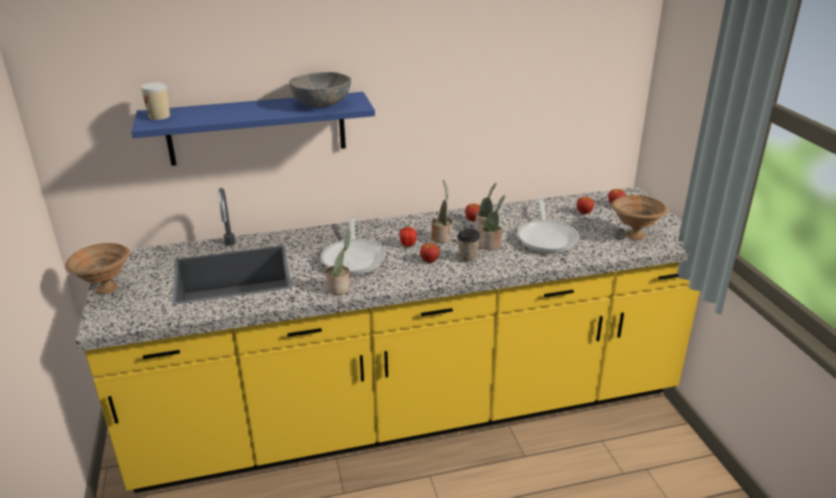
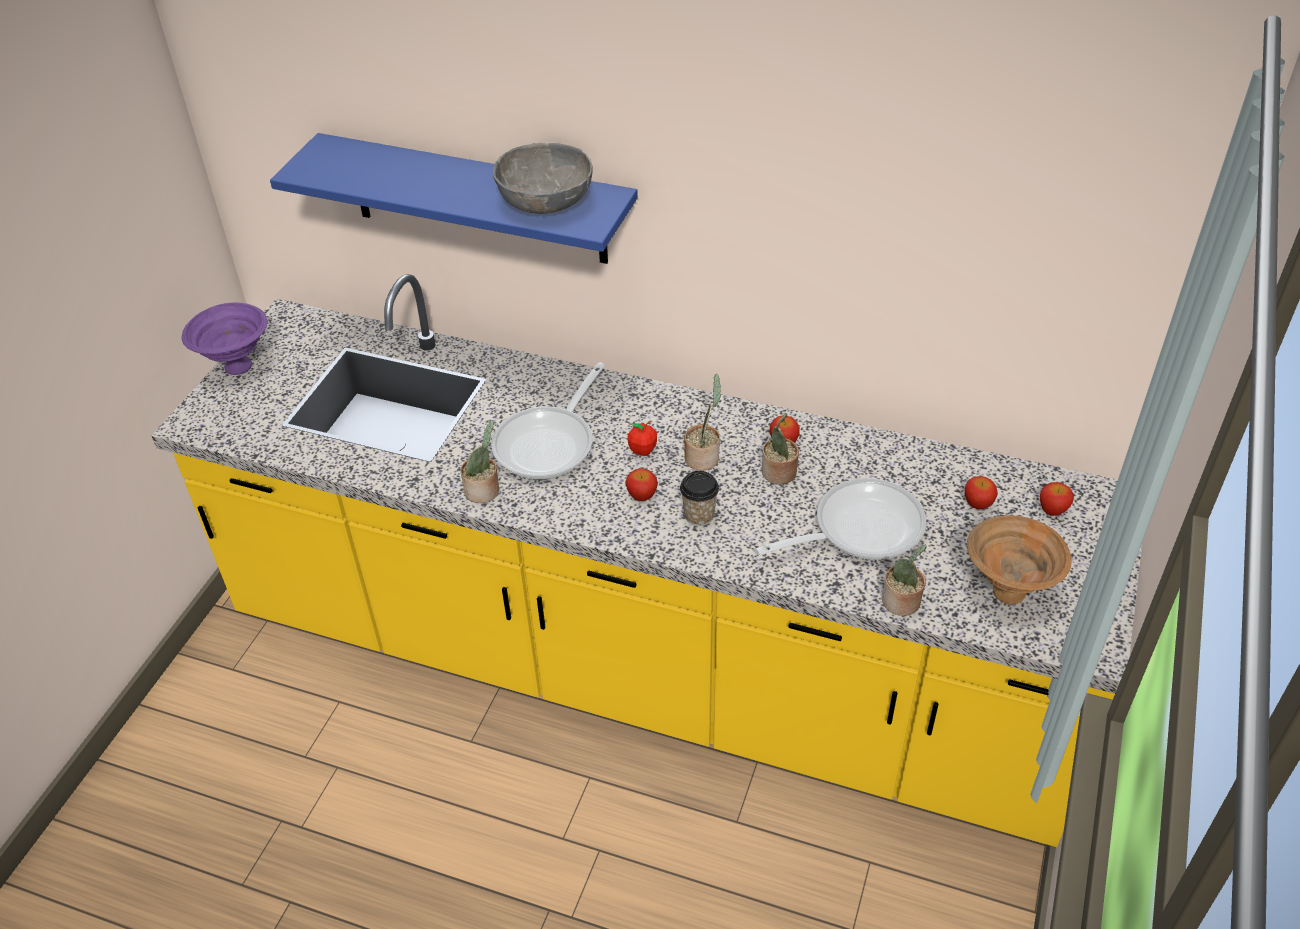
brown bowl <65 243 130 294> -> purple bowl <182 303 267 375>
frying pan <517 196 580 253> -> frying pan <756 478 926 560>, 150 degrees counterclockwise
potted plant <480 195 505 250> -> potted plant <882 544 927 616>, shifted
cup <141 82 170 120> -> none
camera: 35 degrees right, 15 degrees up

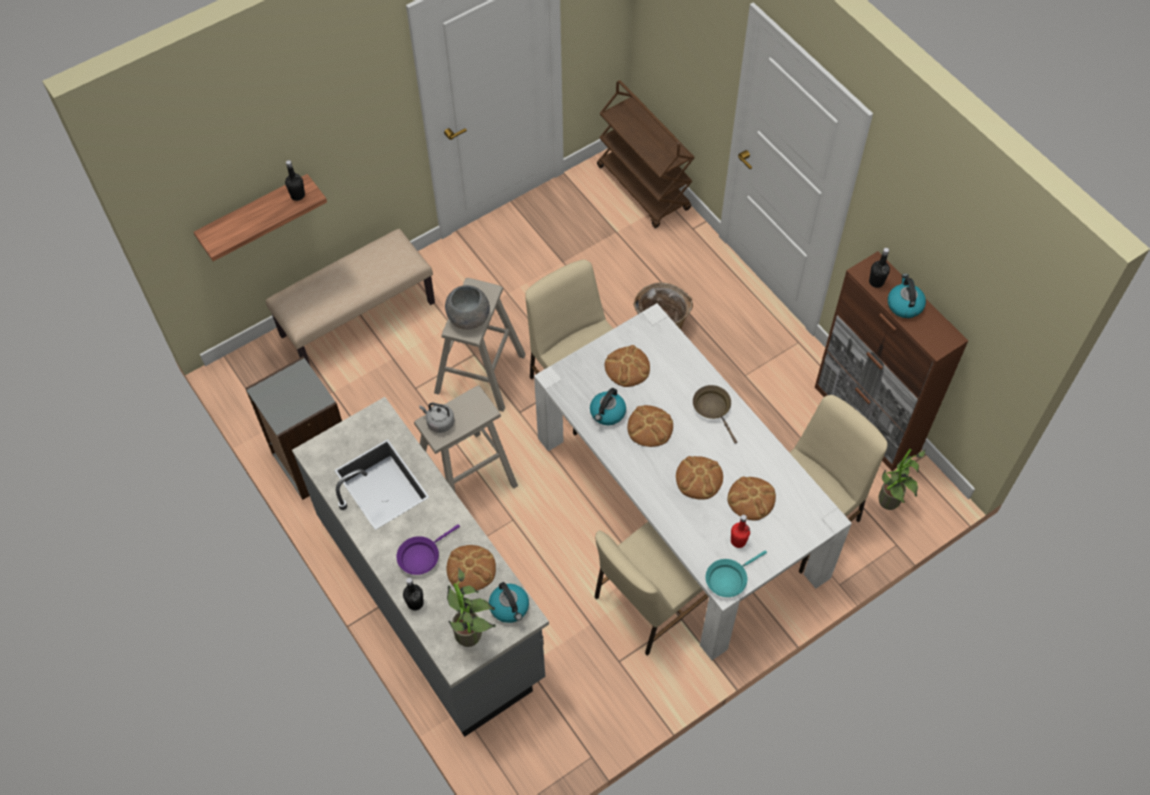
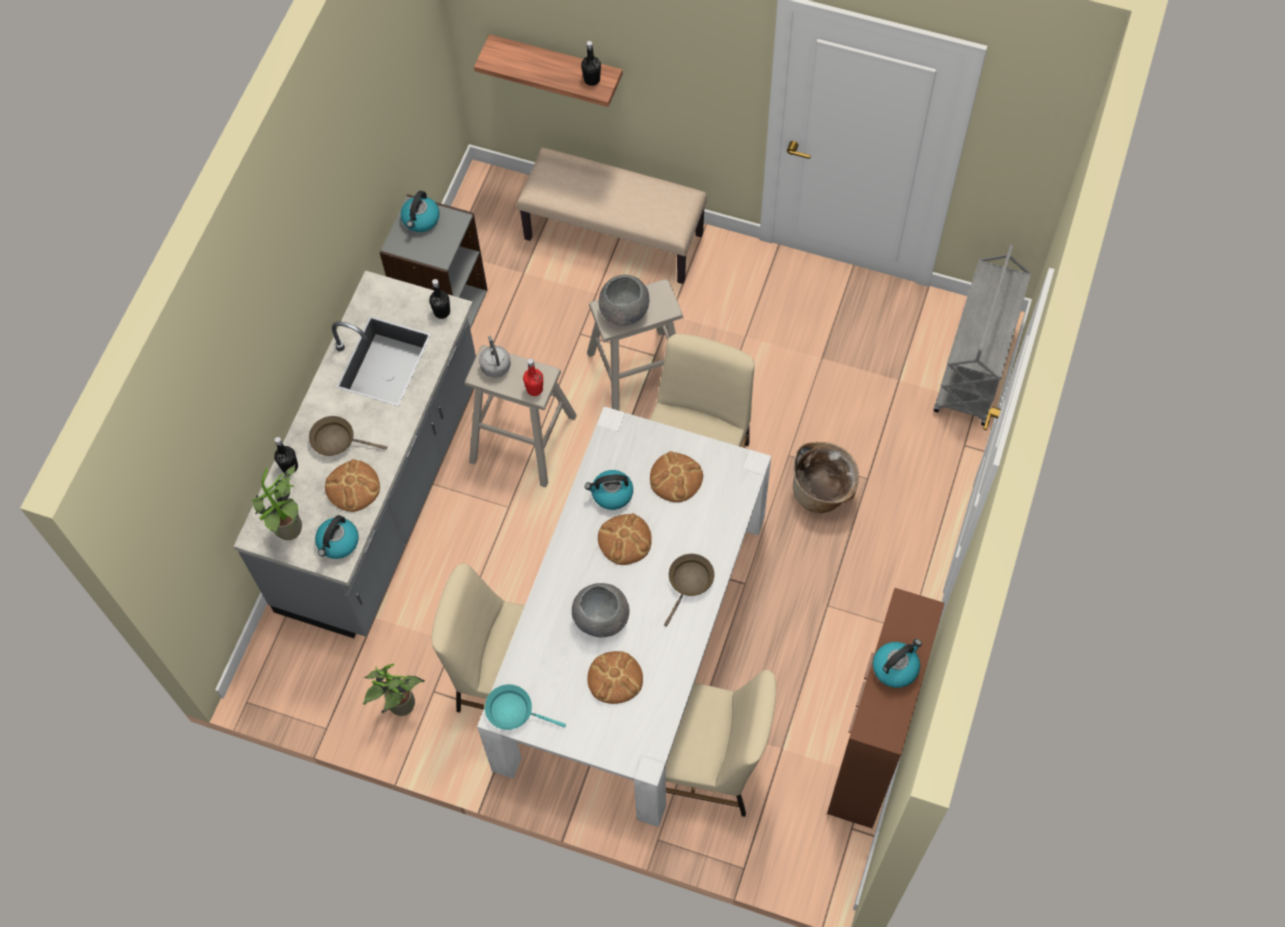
purple frying pan <396 524 460 575> -> brown frying pan <309 416 387 456>
potted plant <878 449 926 510> -> potted plant <363 664 425 716>, shifted
none -> kettle <401 191 440 232>
black bottle <869 248 890 288> -> black bottle <429 279 450 319>, shifted
red bottle <731 515 750 548> -> red bottle <523 358 543 396>, shifted
bread <676 456 723 500> -> grey bowl <572 583 629 637>
brown cart <597 80 695 228> -> grey cart <934 244 1031 426>
camera: 55 degrees right, 5 degrees up

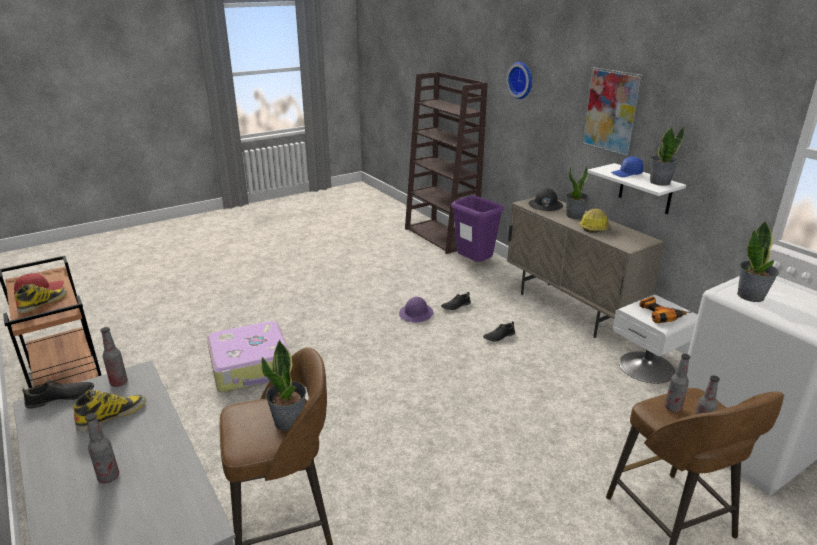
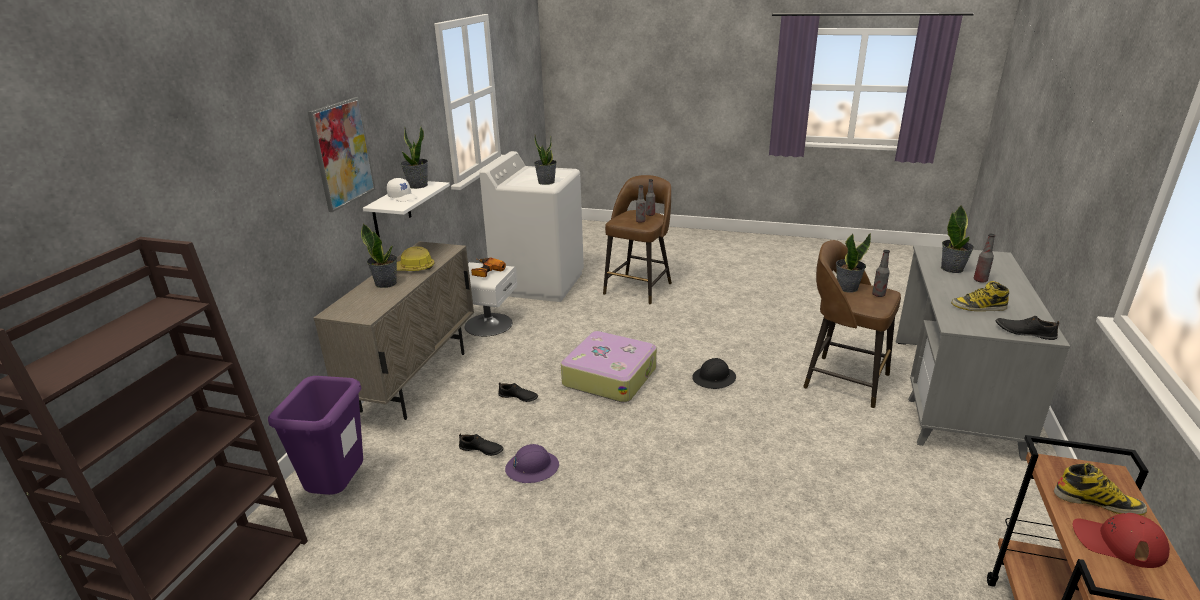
blue cap <611 157 643 177> -> white cap <387 178 418 202>
suitcase <207 321 291 392> -> suitcase <561 331 657 402>, shifted
black hard hat <528 188 563 211> -> black hard hat <692 358 736 389>, shifted
bottle <100 327 128 387> -> bottle <872 250 890 297>, shifted
none -> potted plant <941 205 974 273>
boot <15 284 67 313> -> boot <1054 463 1147 515>, 150 degrees counterclockwise
wall clock <506 62 532 99> -> none
camera: 130 degrees left, 0 degrees up

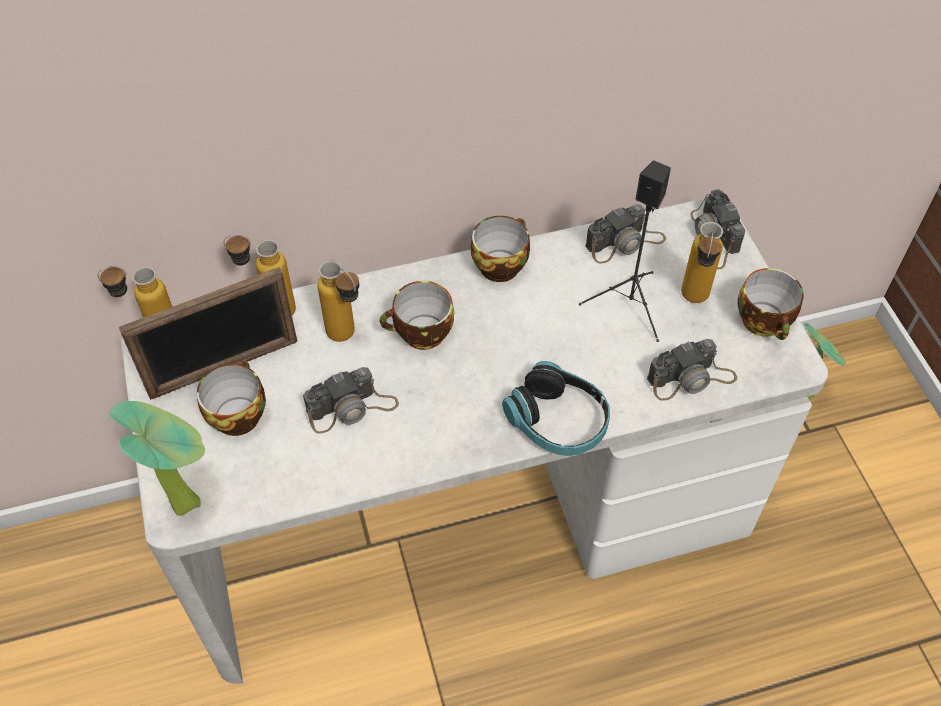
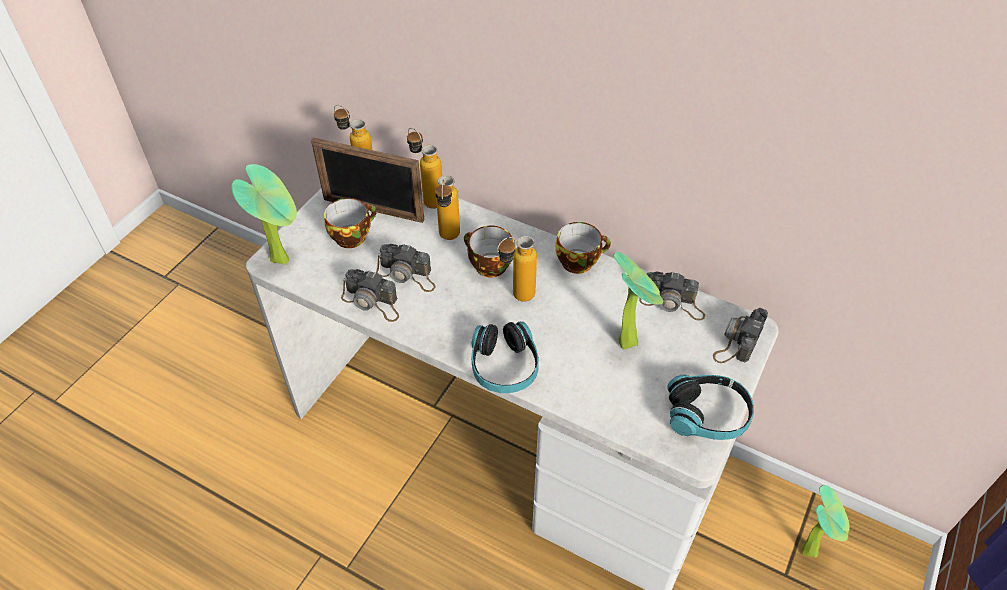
photo camera <647 339 737 401> -> photo camera <341 269 399 322>, shifted
bottle <681 222 723 303> -> bottle <497 236 537 302>, shifted
black speaker <579 160 671 342> -> potted plant <613 252 663 349>
cup <738 268 804 340> -> headphones <667 375 754 440>
camera: 45 degrees right, 5 degrees down

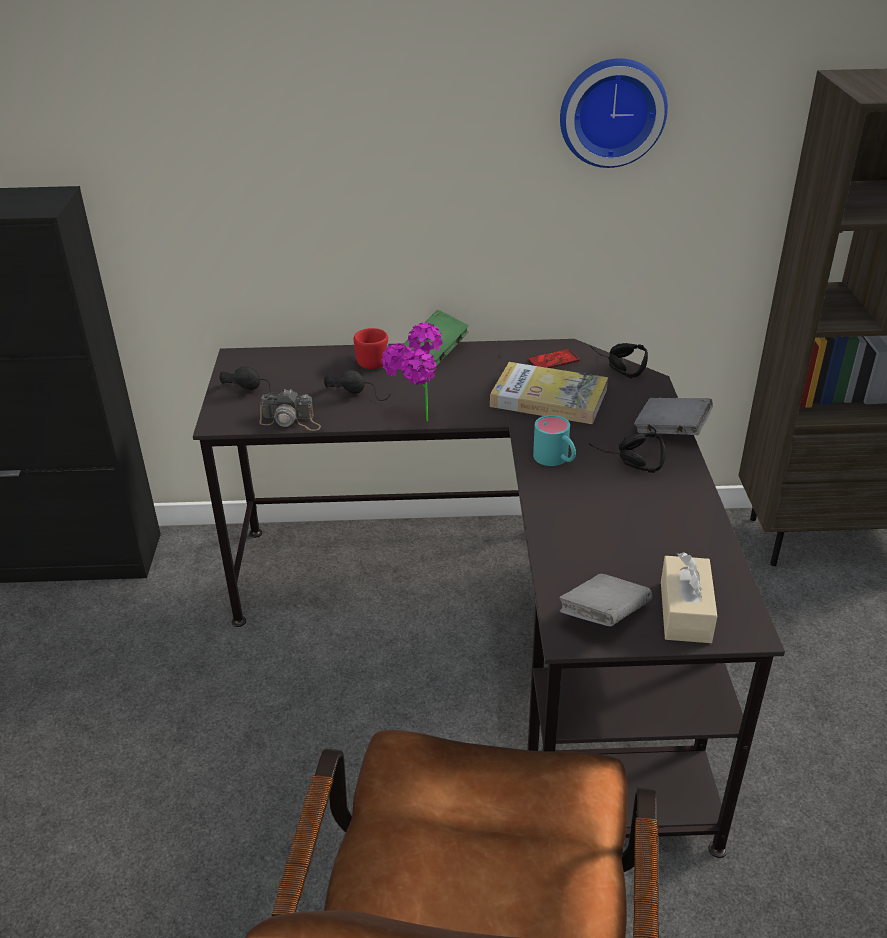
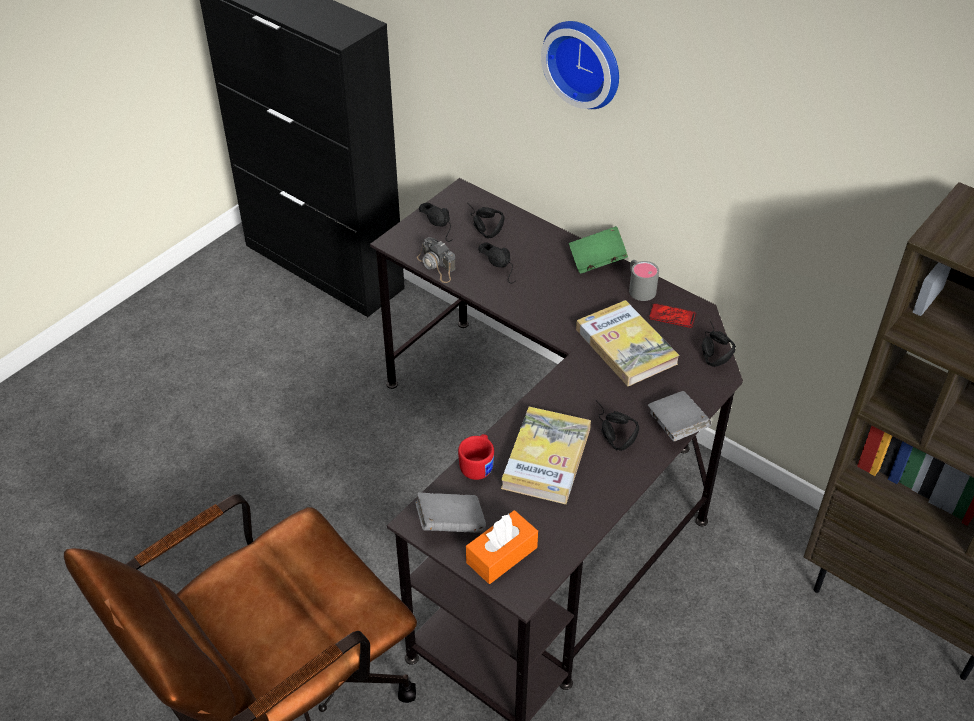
red mug <354 328 388 369> -> red mug <458 434 494 480>, shifted
beige tissue box <661 552 717 643> -> orange tissue box <466 510 538 584>
none -> black headphones <467 203 505 239>
none -> book <501 407 591 504>
wall clock <560 58 668 168> -> wall clock <541 21 619 109>, shifted
none -> grey mug <629 260 659 301>
potted plant <381 322 442 421> -> none
turquoise mug <533 415 576 466> -> none
camera: 40 degrees right, 10 degrees up

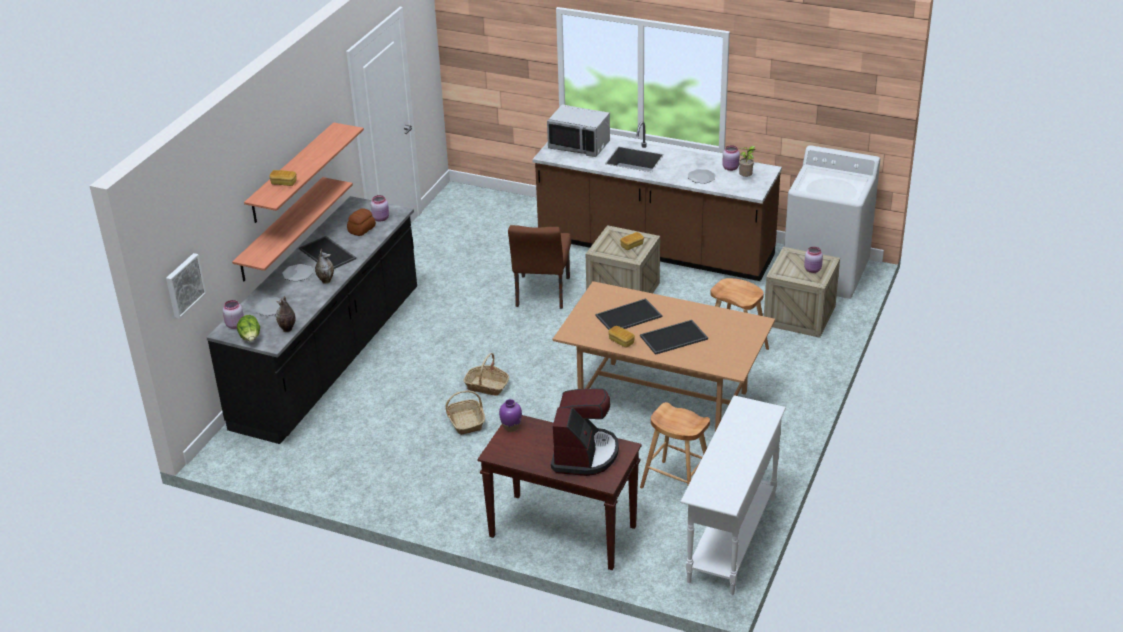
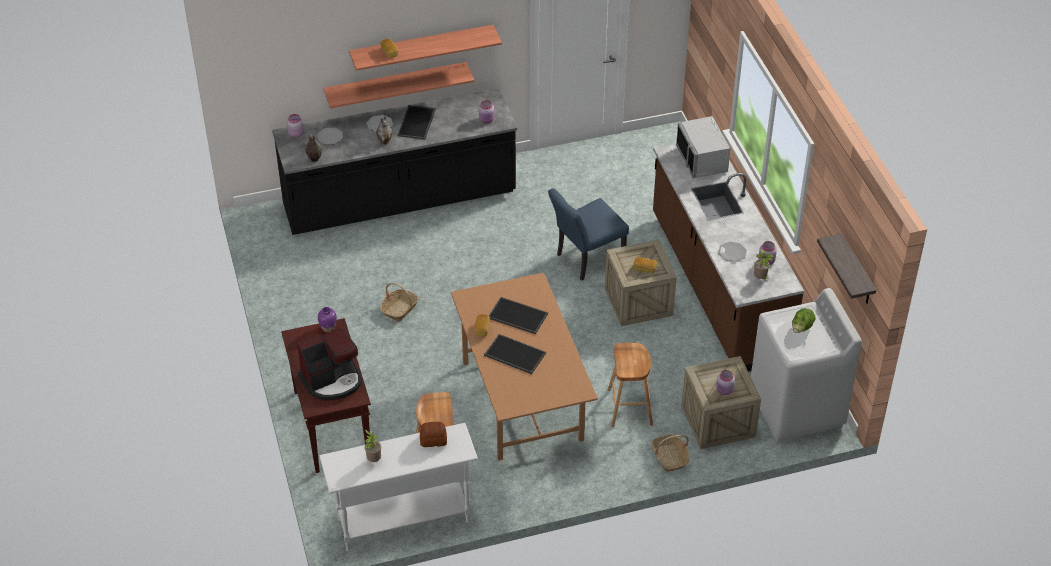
none -> potted plant <365 430 381 462>
bread <347 208 376 236> -> bread <420 422 447 447>, shifted
brown chair <508 225 571 309> -> blue chair <548 188 629 281>
basket <464 353 509 396> -> basket <651 434 689 471>, shifted
lettuce <237 315 260 342> -> lettuce <792 308 816 333>, shifted
none -> shelf <817 234 876 304>
picture <166 253 206 319> -> none
camera: 50 degrees right, 10 degrees up

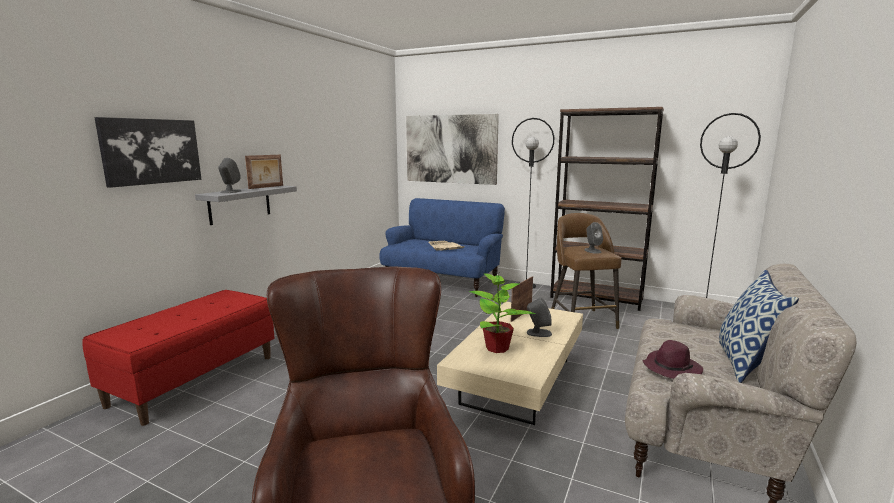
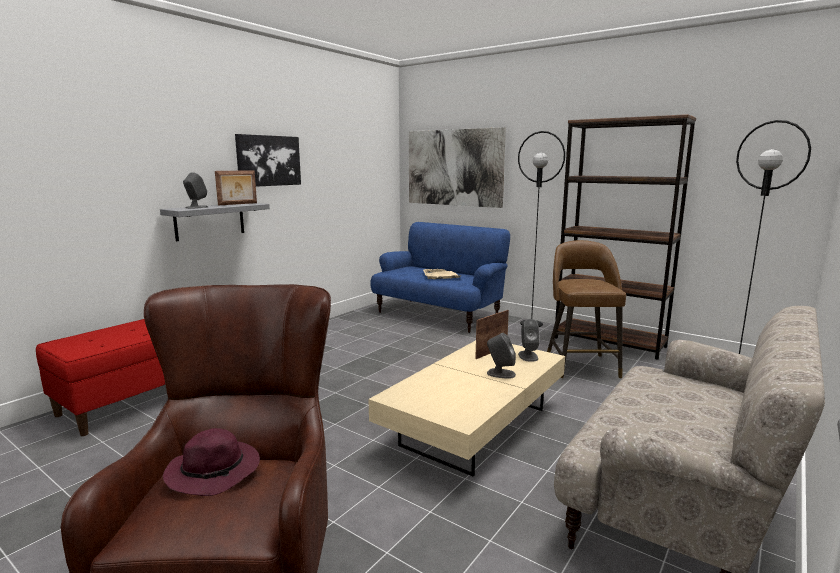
purple hat <642 340 703 379> -> purple hat <163 428 260 496>, shifted
picture <95 117 201 188> -> picture <235 134 301 187>, shifted
grey speaker <584 222 603 254> -> grey speaker <518 319 540 362>, shifted
potted plant <469 271 536 353> -> none
pillow <719 270 799 383> -> none
camera: 10 degrees right, 0 degrees up

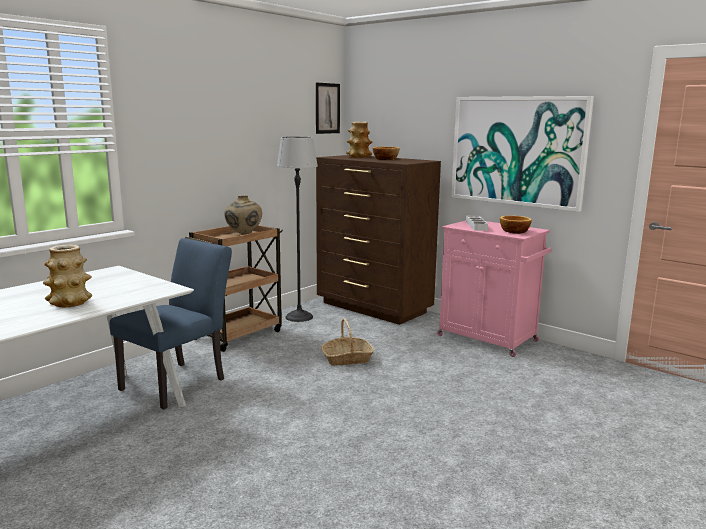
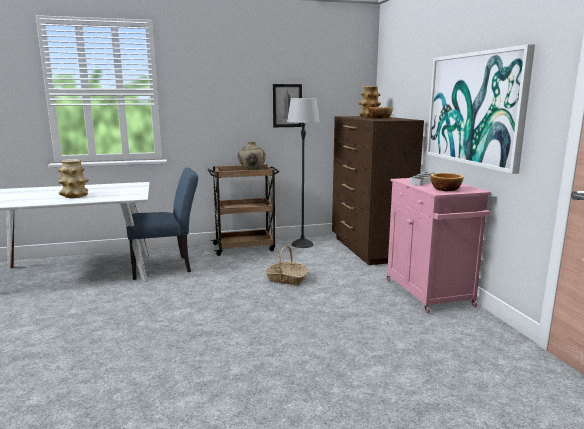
picture <316 83 340 134> -> picture <273 84 302 127>, shifted
camera: 35 degrees right, 0 degrees up

